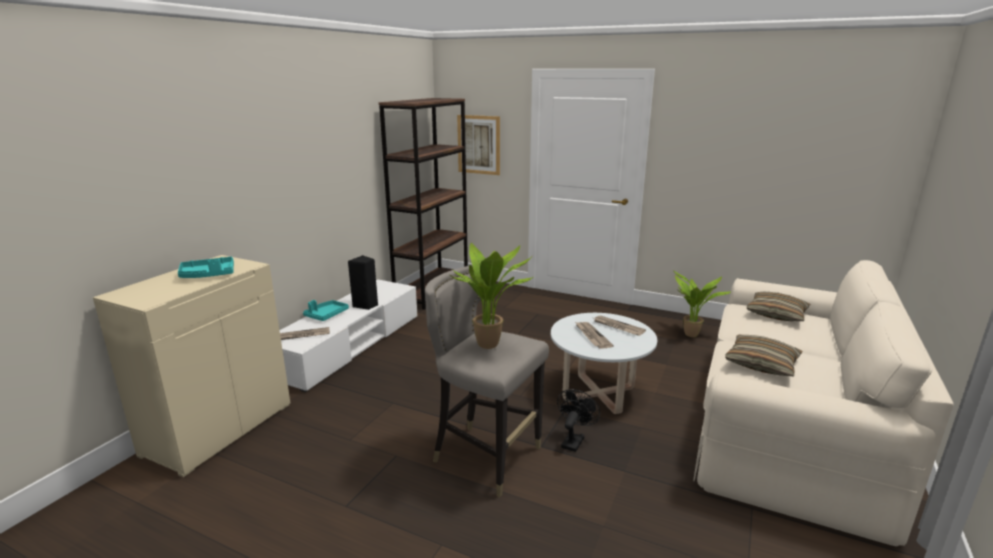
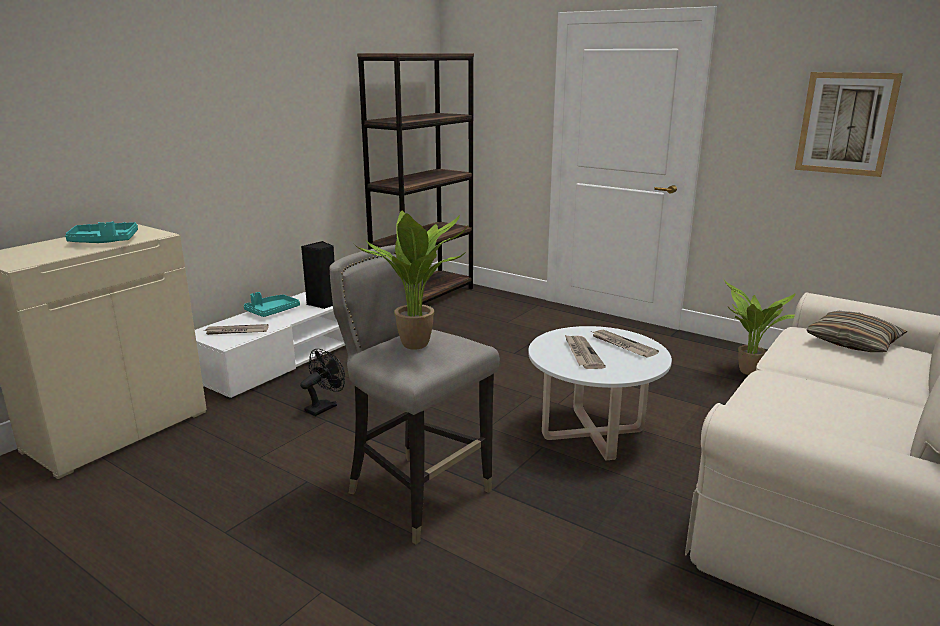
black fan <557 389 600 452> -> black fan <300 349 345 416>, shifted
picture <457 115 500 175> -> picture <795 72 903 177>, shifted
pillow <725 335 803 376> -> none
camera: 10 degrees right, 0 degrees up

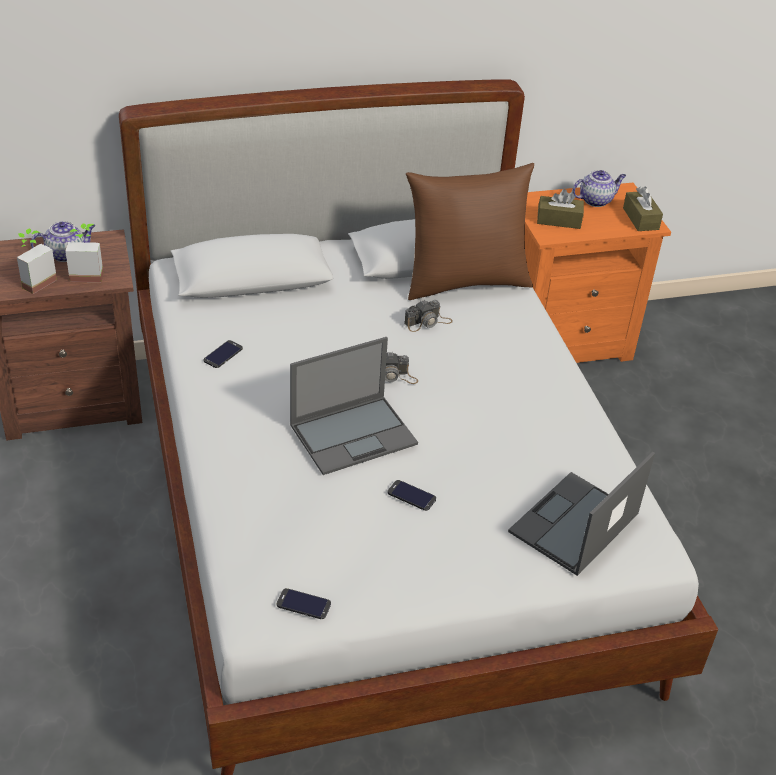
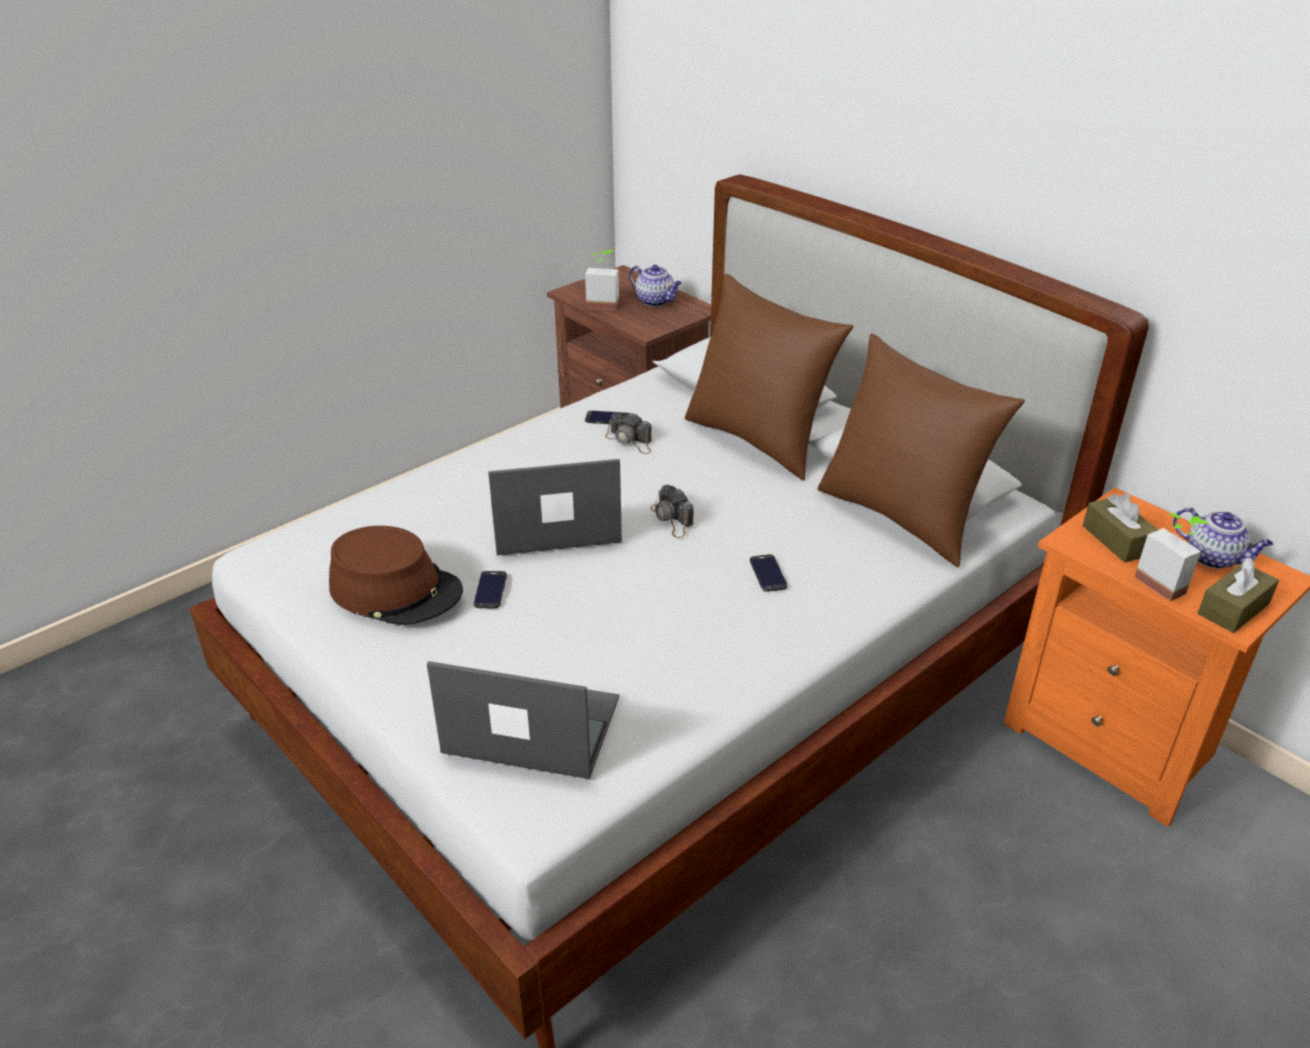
none -> brown hat <329 526 463 625>
laptop <290 337 418 475> -> laptop <488 459 622 555>, 135 degrees clockwise
photo camera <405 300 453 332> -> photo camera <605 412 652 454>, shifted
none -> brown pillow <685 274 853 481>
phone <276 588 331 619> -> phone <750 554 787 592>, shifted
potted plant <65 223 104 282> -> potted plant <1134 513 1209 601>, shifted
camera: 65 degrees right, 5 degrees down

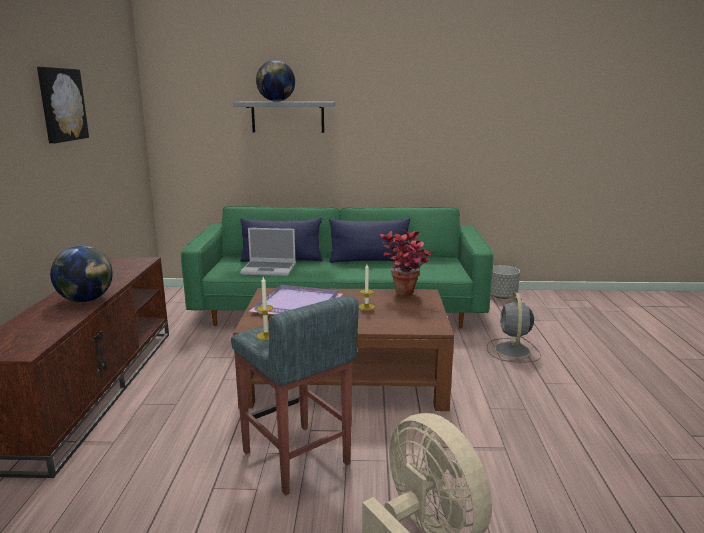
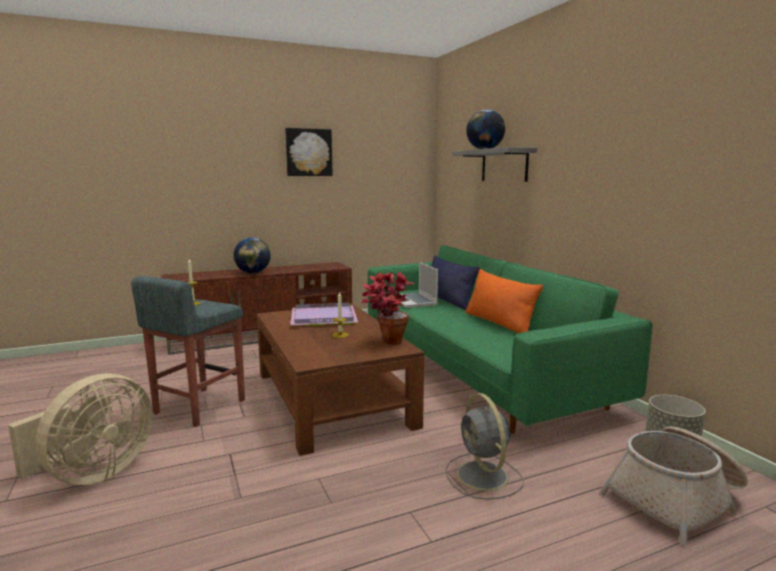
grey fan <487 293 541 363> -> grey fan <446 393 524 500>, 90 degrees counterclockwise
blue pillow <329 218 410 263> -> orange pillow <466 269 543 333>
none -> basket <600 426 748 546>
camera: 65 degrees right, 5 degrees down

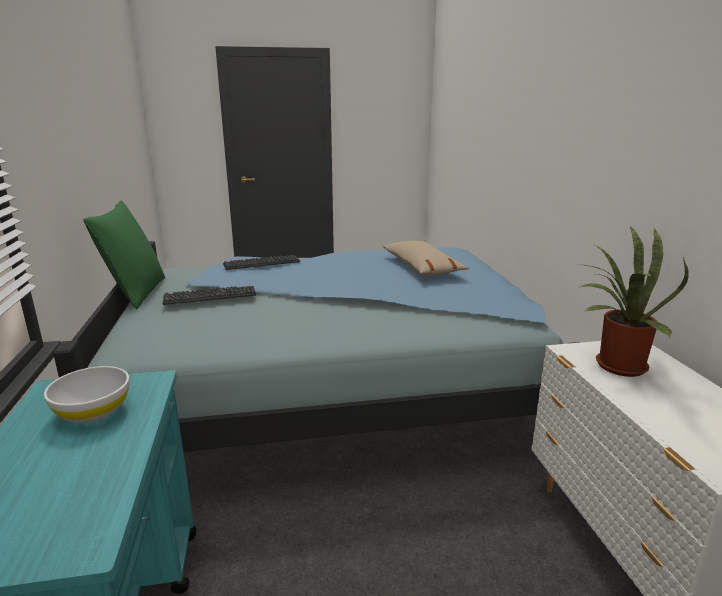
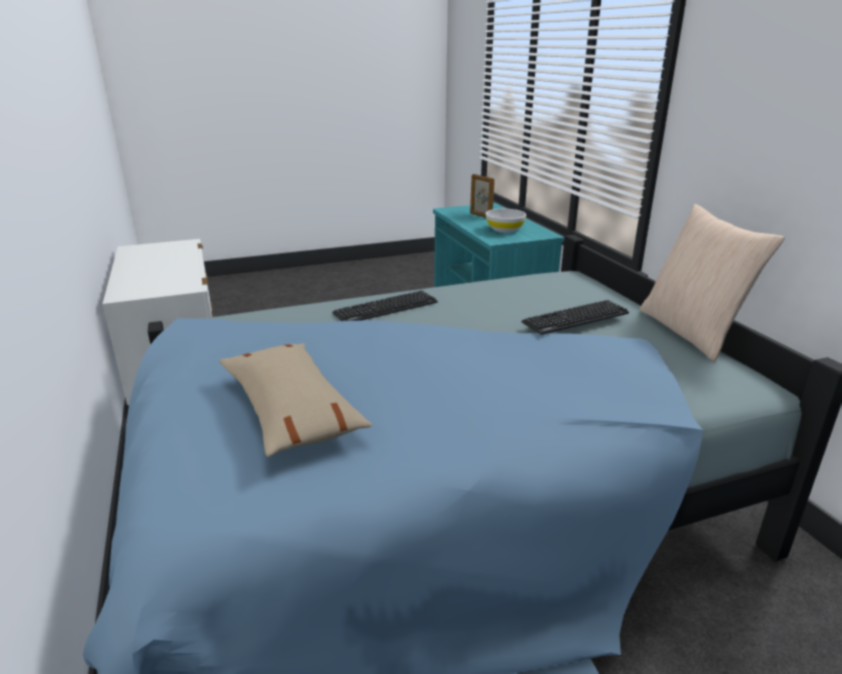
keyboard <223 255 300 270> -> keyboard <332 290 438 321>, shifted
none -> picture frame <470 174 495 218>
green pillow <83 201 165 309> -> beige pillow <640 204 785 361>
potted plant <580 226 689 377> -> none
camera: 170 degrees right, 5 degrees up

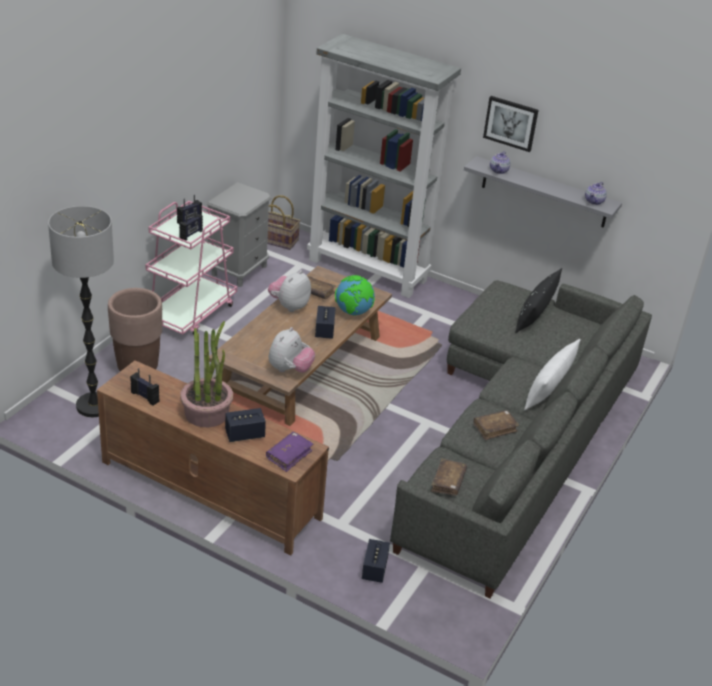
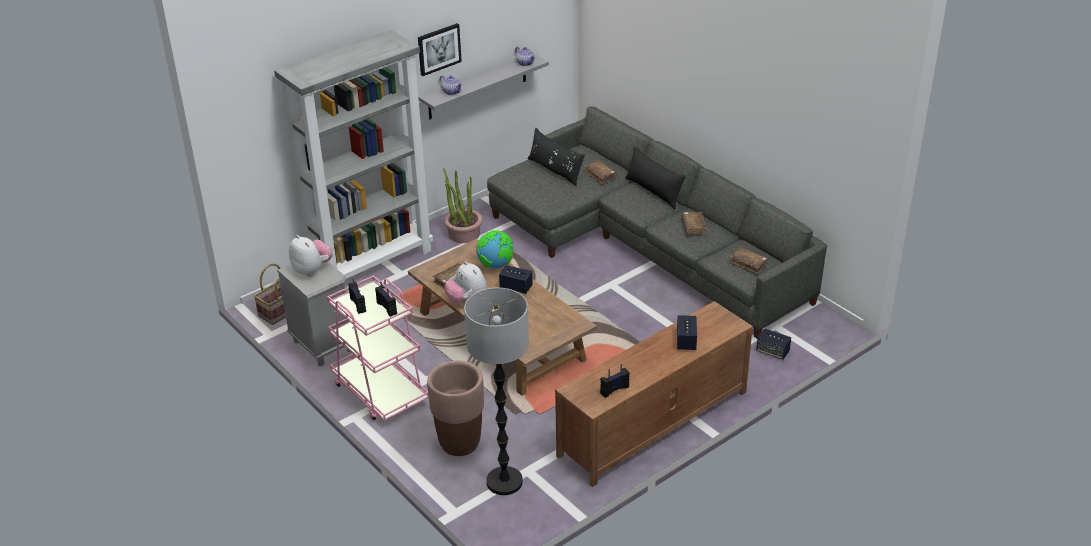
plush toy <269 327 315 373> -> plush toy <289 235 333 277>, shifted
potted plant <180 321 233 427> -> potted plant <443 168 483 243>, shifted
none -> brown book <584 160 617 185>
white pillow <524 339 580 410> -> black pillow <625 146 686 209>
purple book <266 432 313 472> -> none
camera: 65 degrees left, 0 degrees up

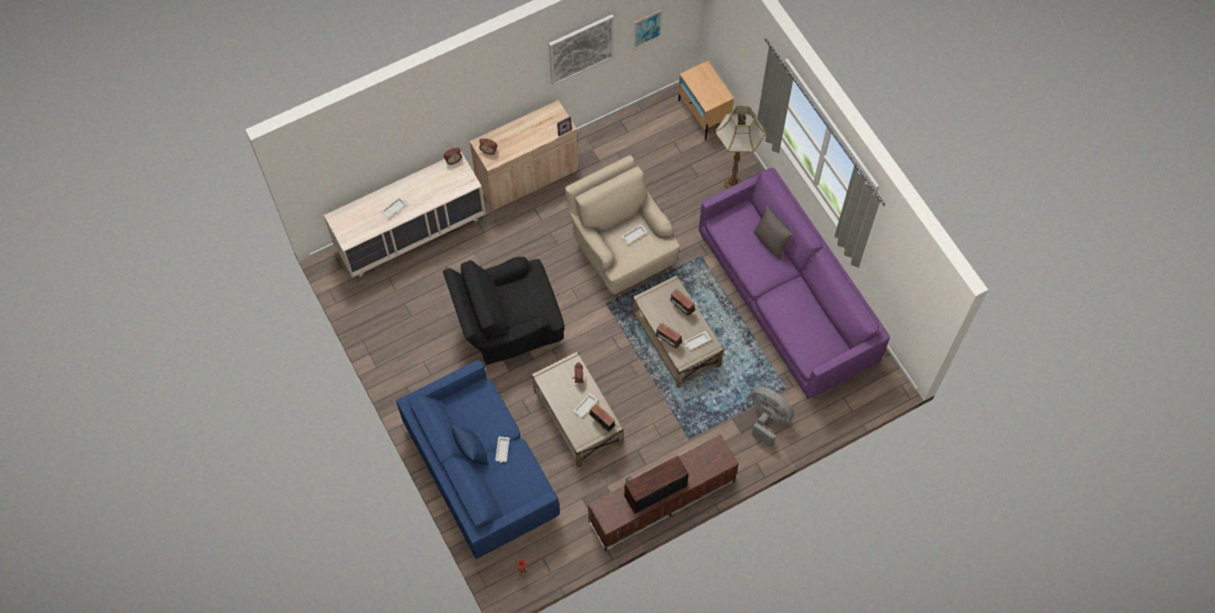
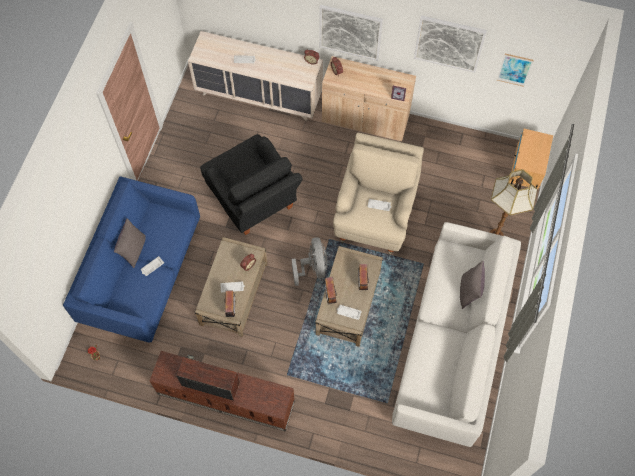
blue pillow <451 424 488 466> -> grey pillow <114 218 146 268>
black armchair <443 257 564 365> -> black armchair <200 134 303 235>, 150 degrees counterclockwise
grey fan <751 386 794 447> -> grey fan <292 237 327 286>, shifted
none -> picture <319 5 383 61>
purple sofa <699 168 890 399> -> white sofa <392 222 521 447>
camera: 45 degrees right, 0 degrees up

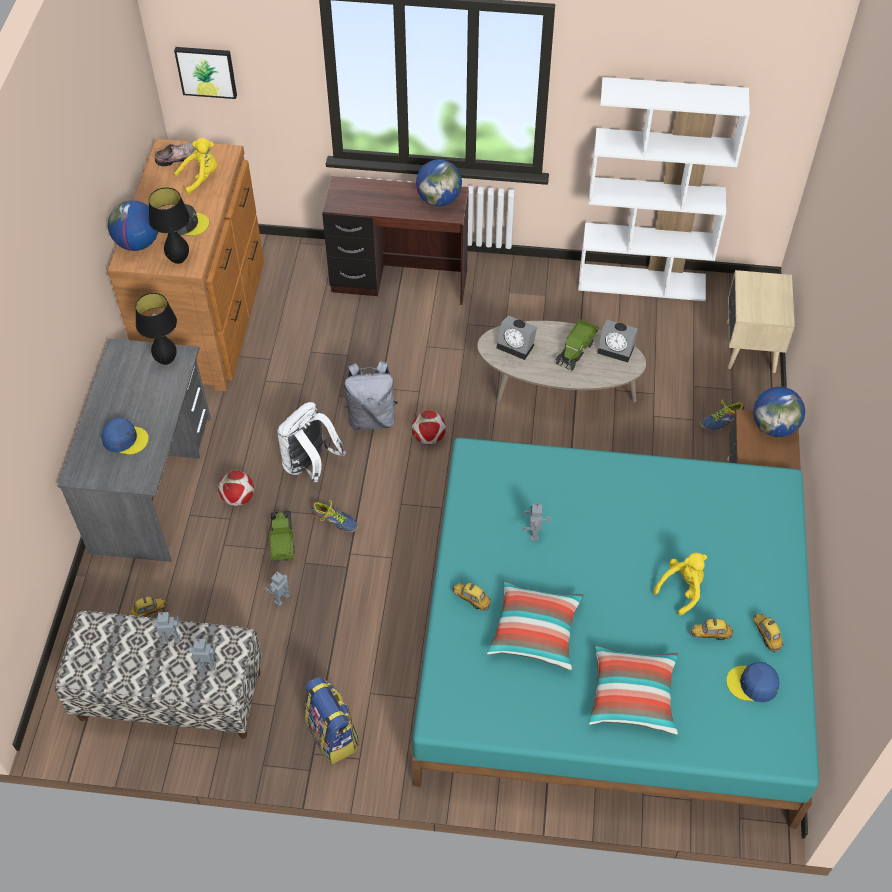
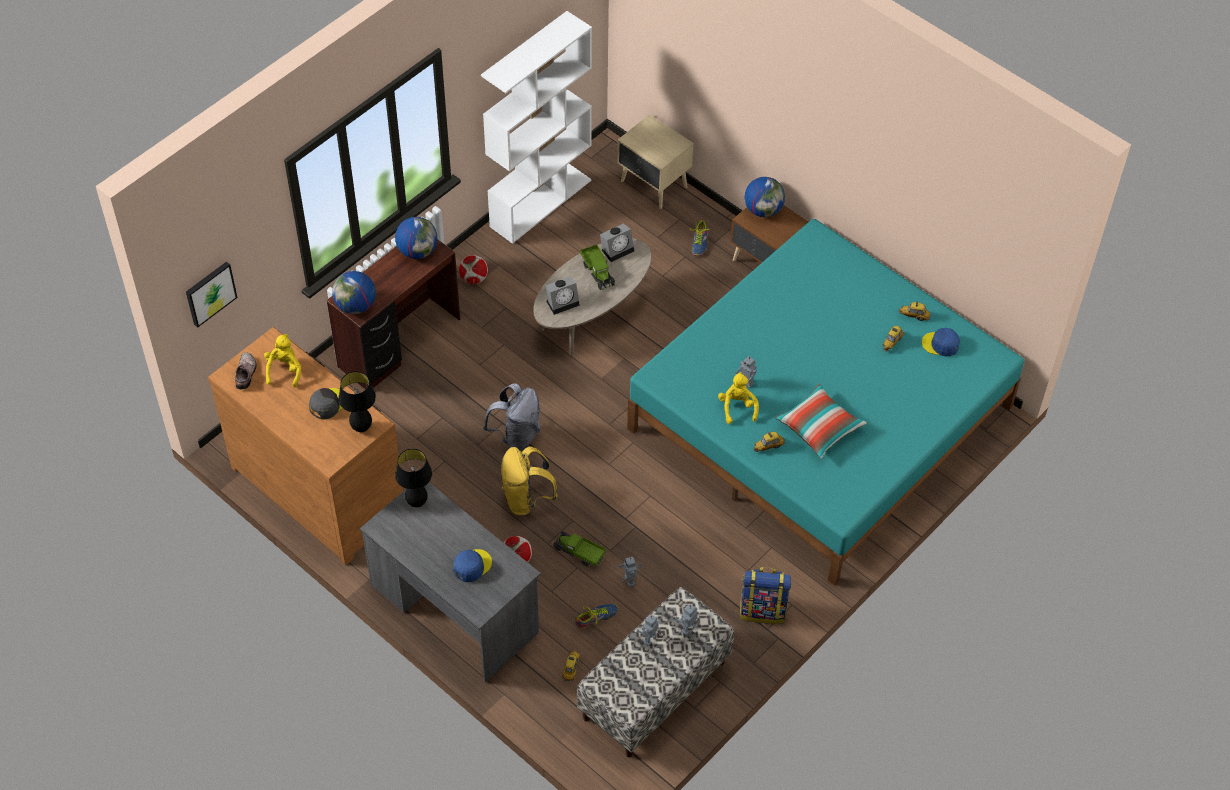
globe <108 200 158 251> -> globe <332 271 376 314>, shifted
football <412 410 446 445> -> football <459 255 488 284>, shifted
white backpack <277 402 346 482> -> yellow backpack <501 447 558 516>
shoe <312 500 358 533> -> shoe <575 604 619 629>, shifted
yellow plush toy <653 553 707 616> -> yellow plush toy <718 372 759 424>, shifted
blue cap <726 662 780 702> -> blue cap <922 328 960 356>, 60 degrees clockwise
pillow <589 645 678 735> -> none
camera: 55 degrees left, 0 degrees up

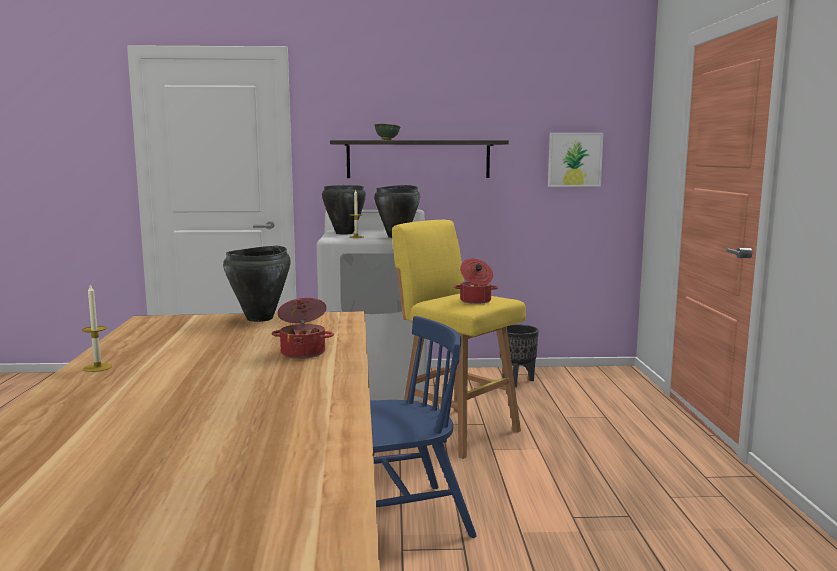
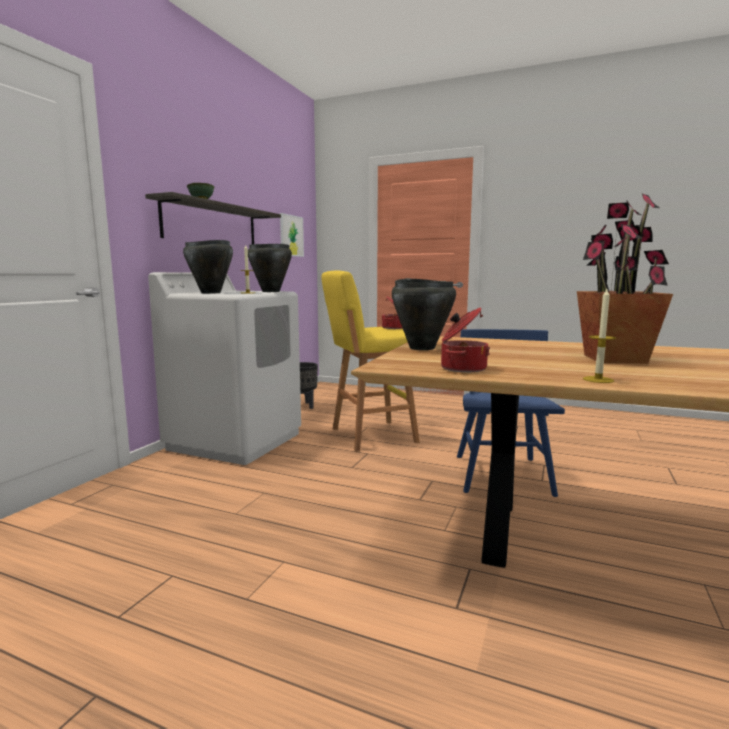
cooking pot <272 298 334 359> -> cooking pot <441 308 490 372>, shifted
none -> potted plant <577 193 673 364>
camera: 65 degrees left, 0 degrees up

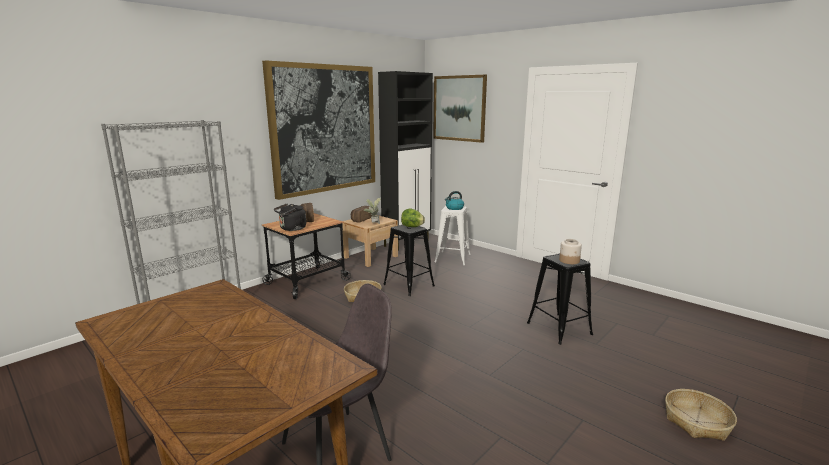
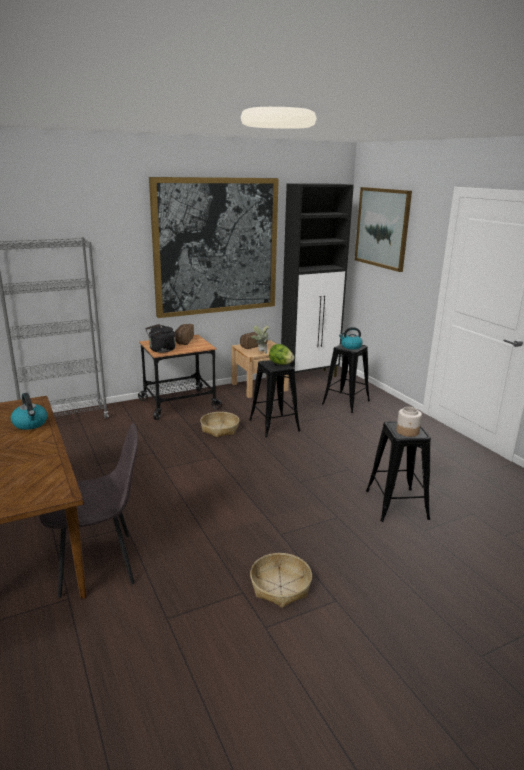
none -> kettle <11 393 48 430>
basket <665 389 737 441> -> basket <250 553 312 608>, shifted
white stool <435 206 470 265> -> black stool <322 344 370 413>
camera: 20 degrees right, 5 degrees up

